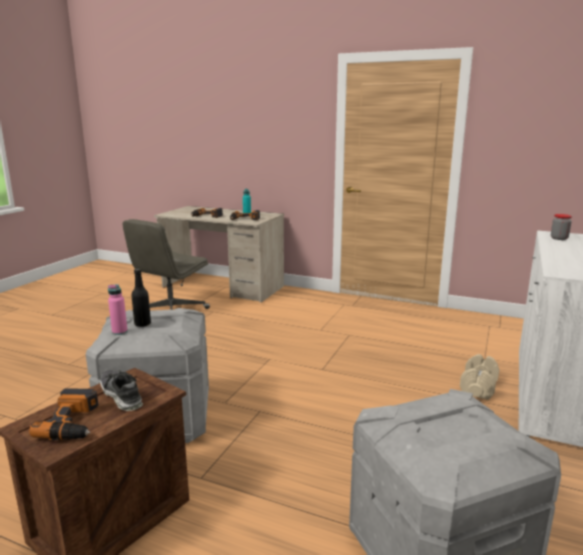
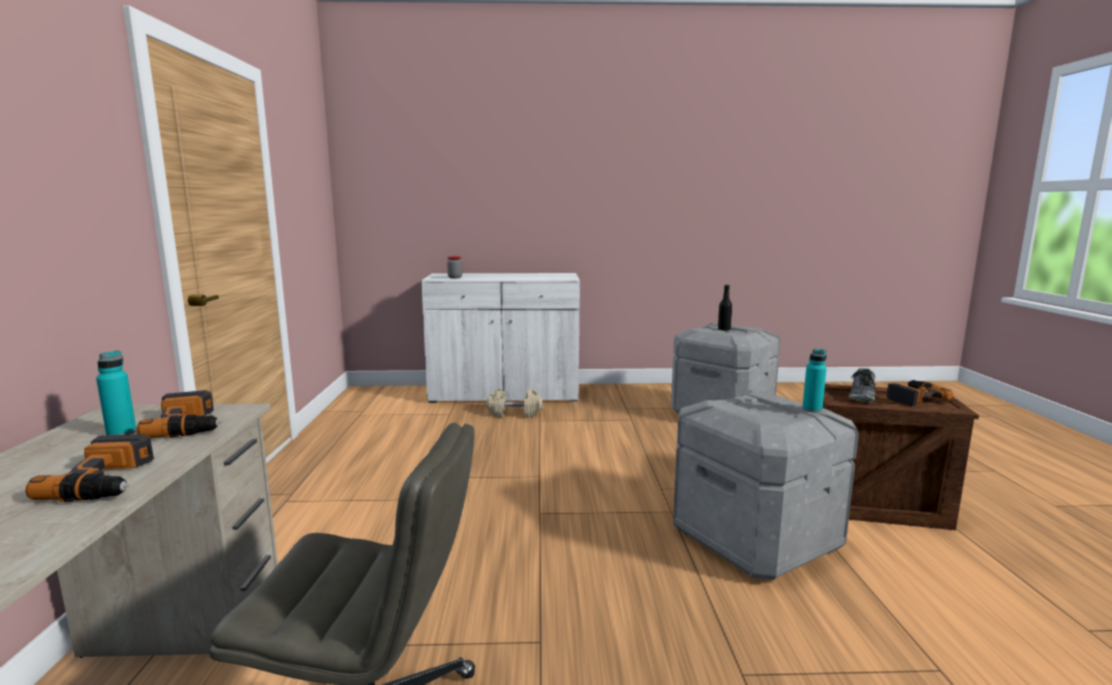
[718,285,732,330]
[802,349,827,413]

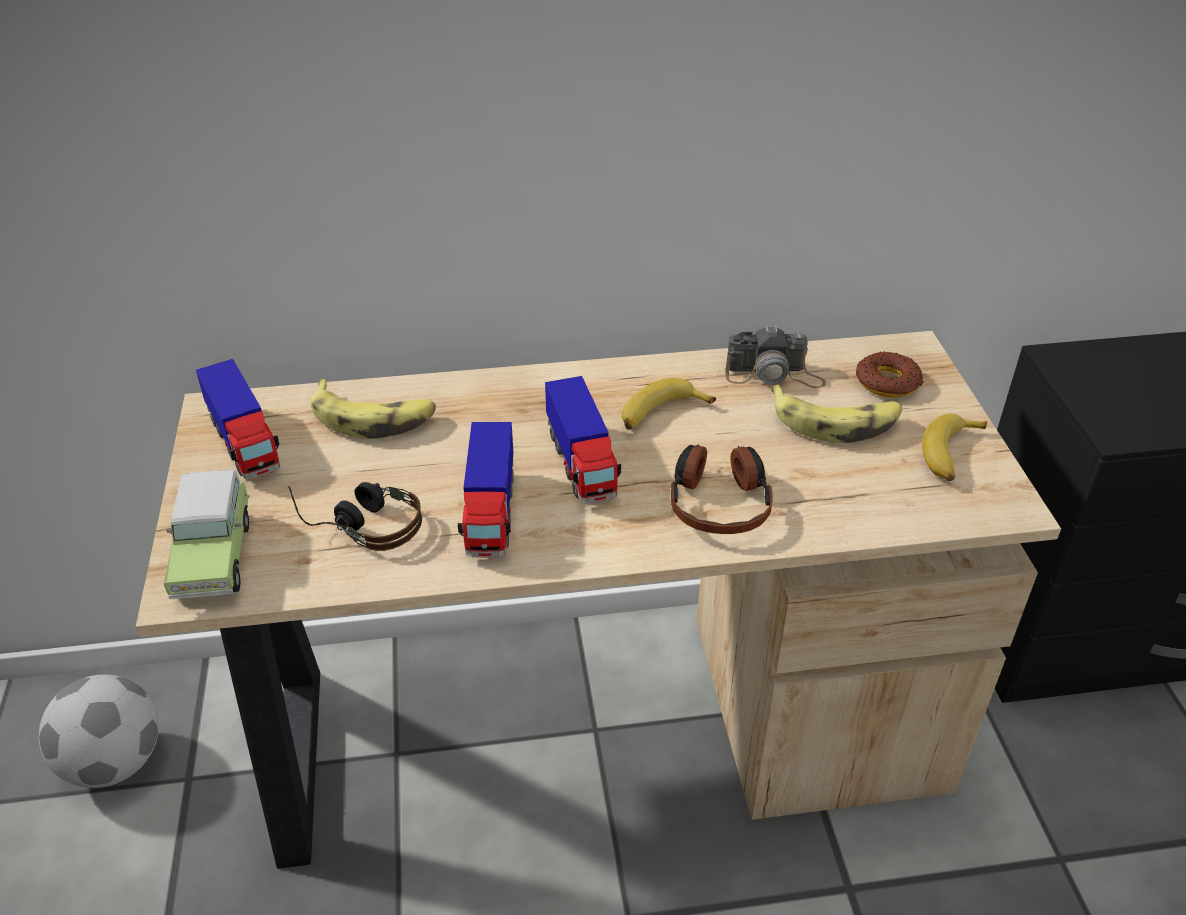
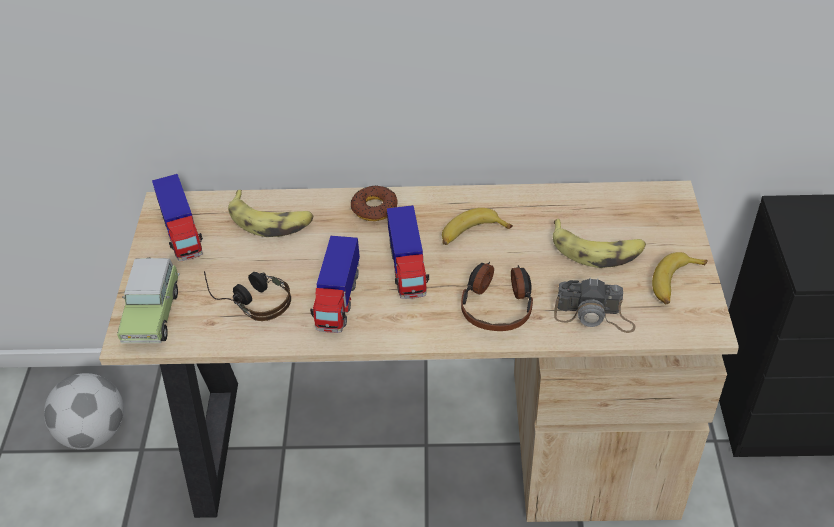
[351,185,398,221]
[554,278,636,333]

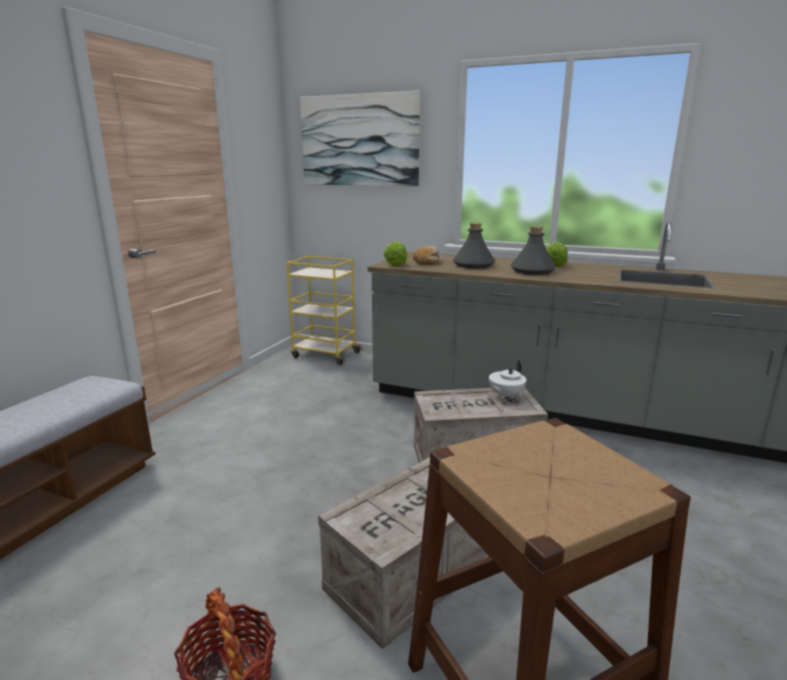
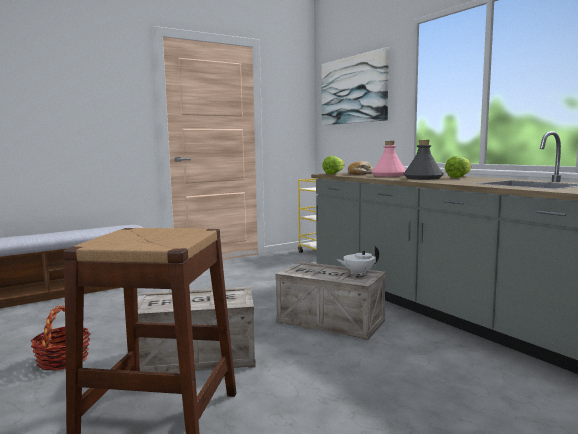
[372,141,406,177]

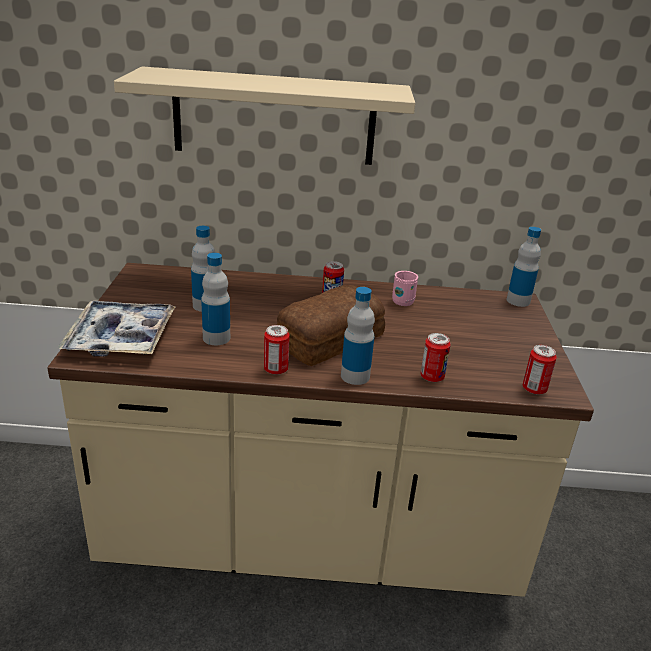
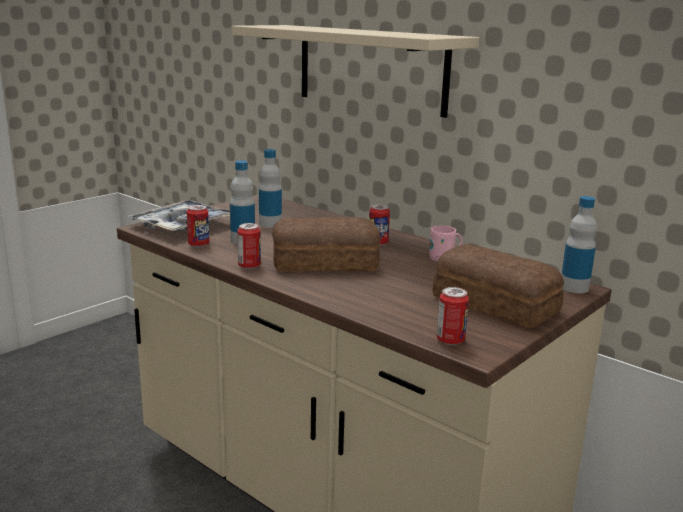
[187,205,209,247]
[433,244,564,328]
[341,287,375,385] (first image)

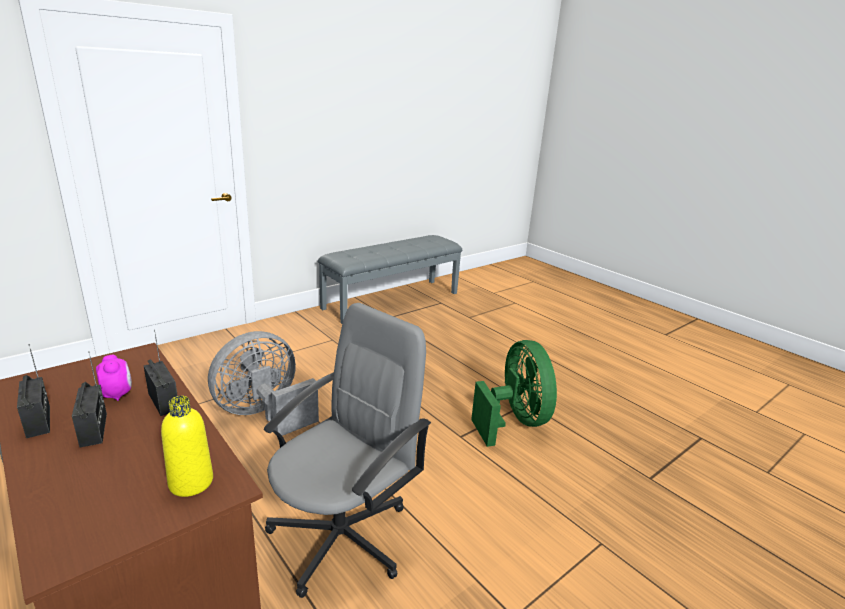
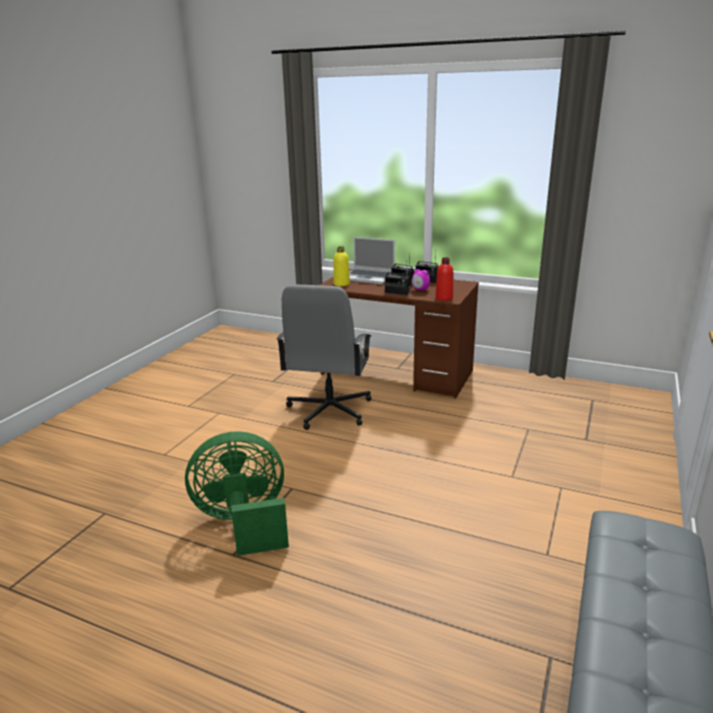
[185,431,289,556]
[349,237,395,285]
[435,257,453,301]
[208,331,319,436] (first image)

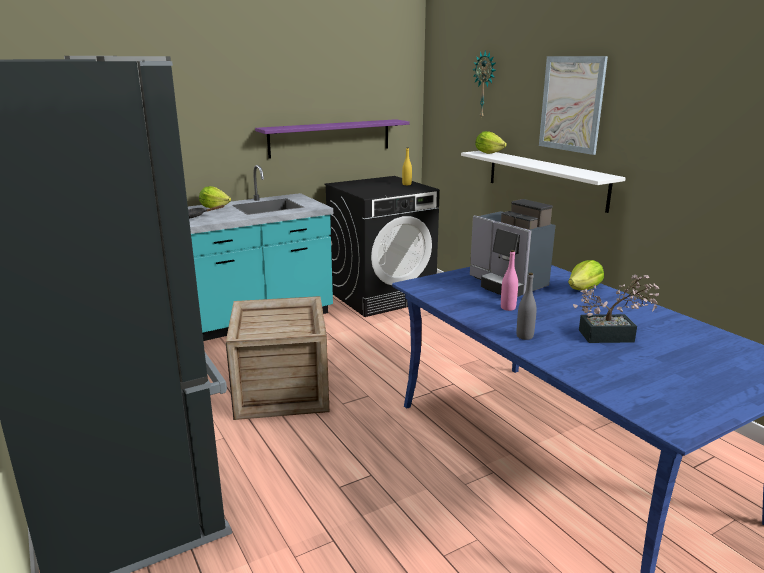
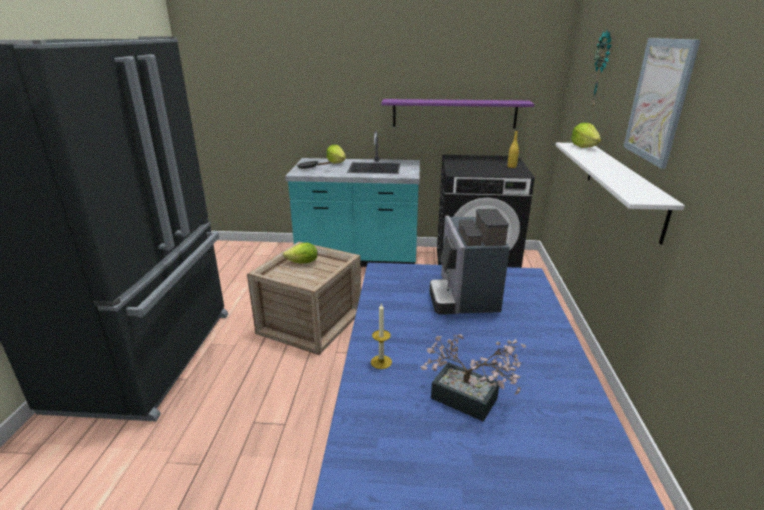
[283,243,318,264]
[371,304,392,369]
[501,250,518,311] (first image)

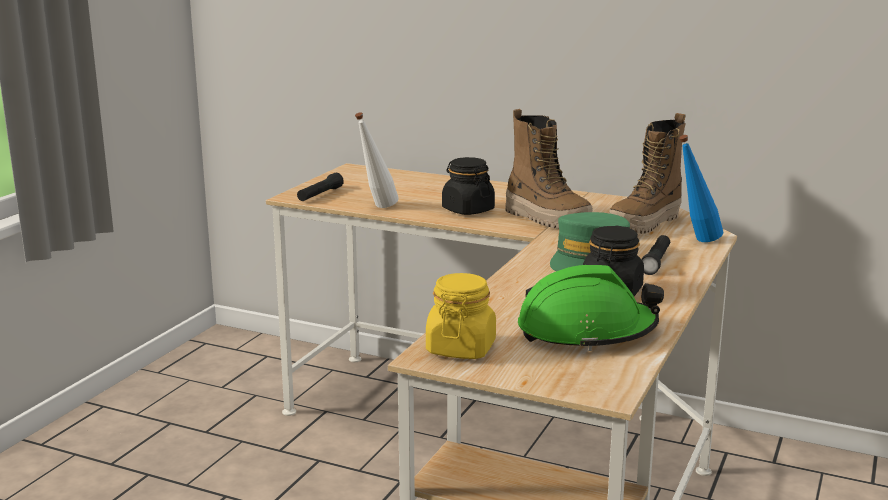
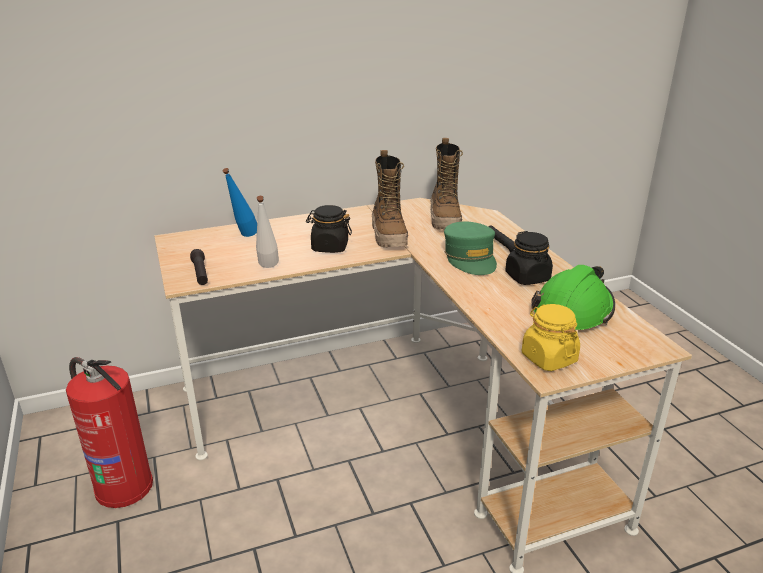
[66,357,153,508]
[223,168,257,237]
[372,150,408,247]

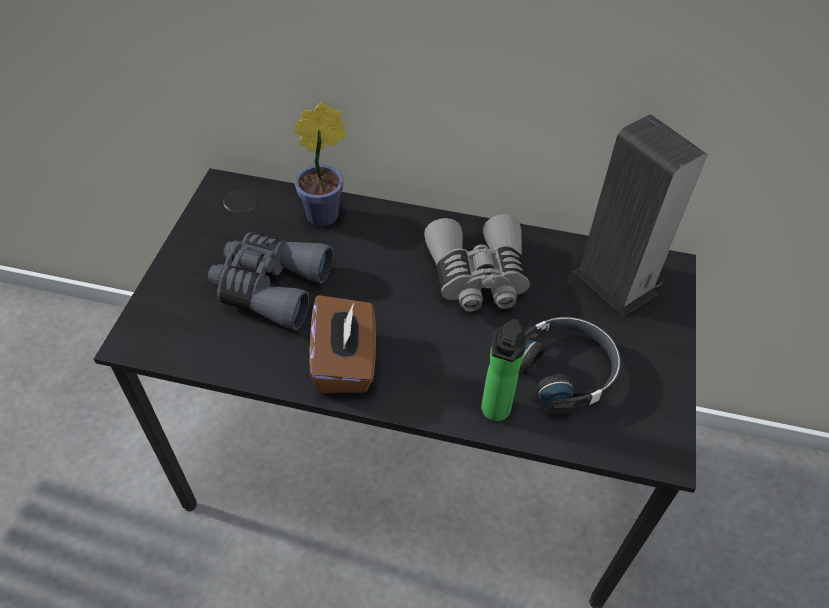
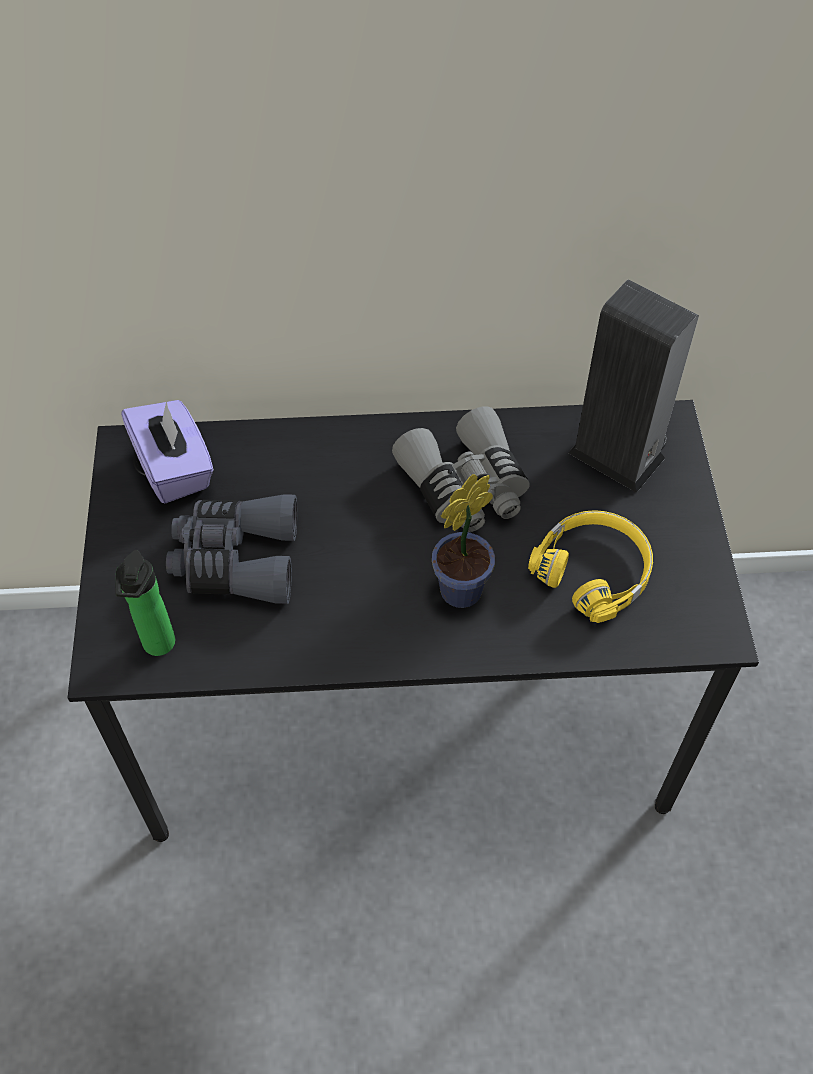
[115,550,175,656]
[121,400,214,503]
[432,474,495,608]
[528,510,653,623]
[309,295,376,393] (first image)

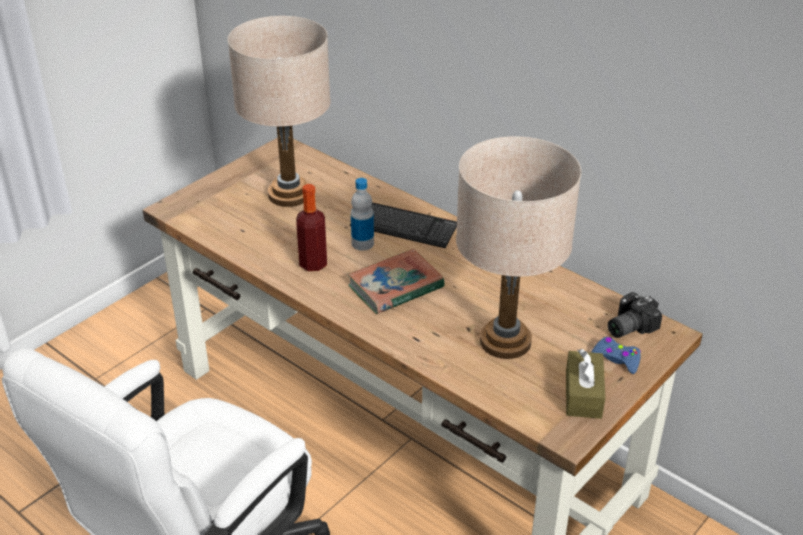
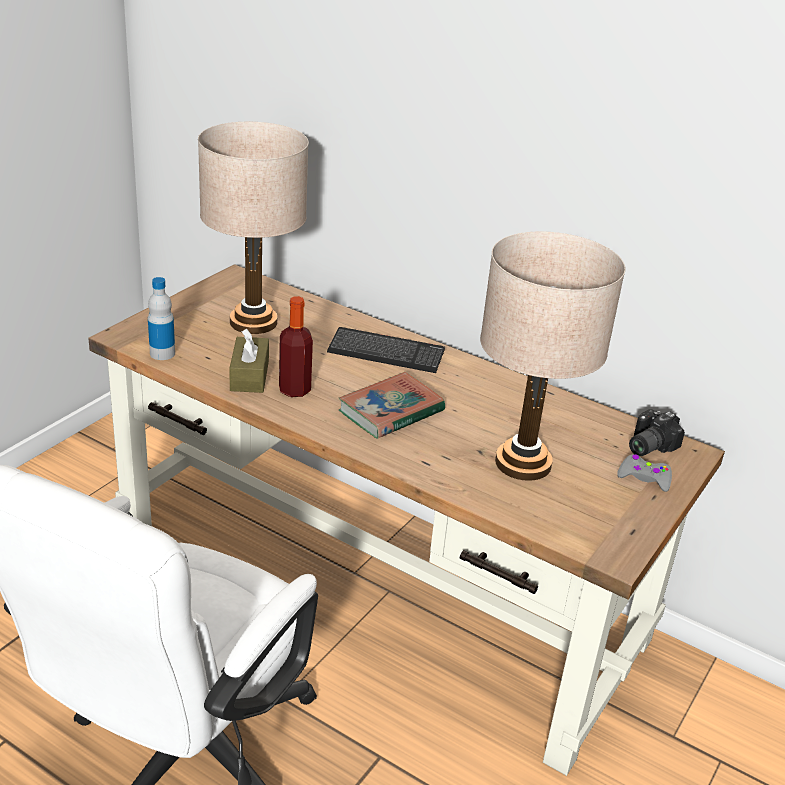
[148,277,175,360]
[229,329,269,393]
[617,454,672,492]

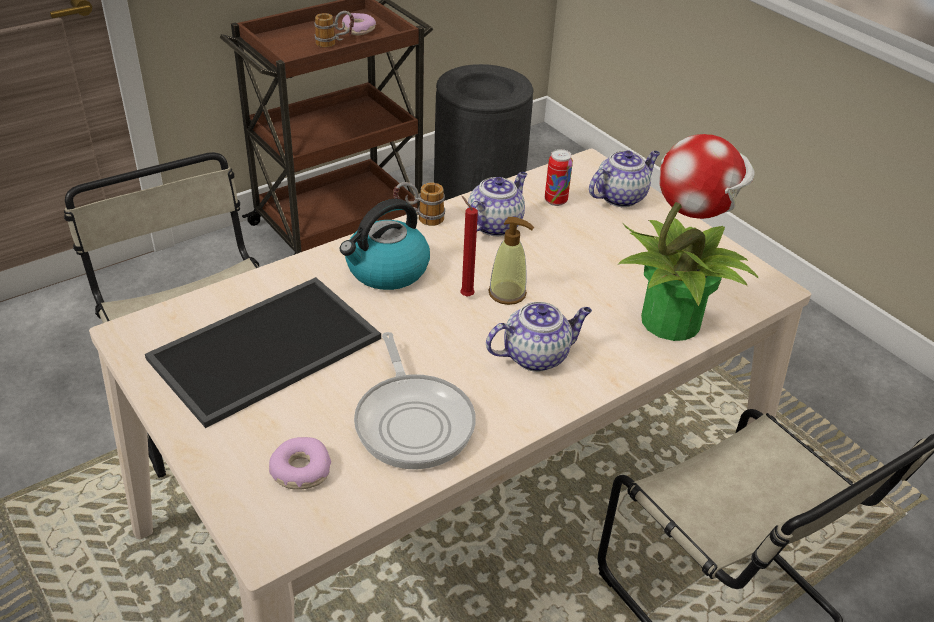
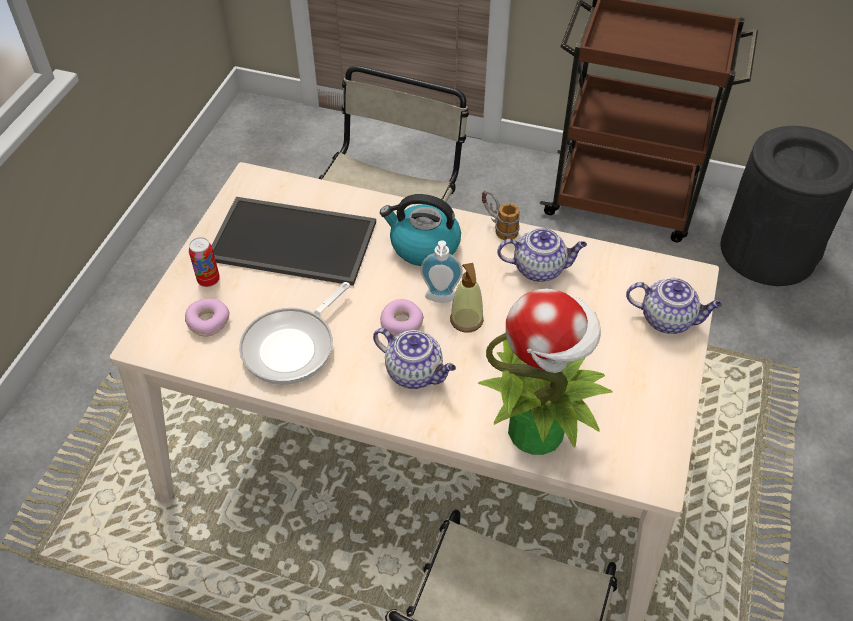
[189,237,220,287]
[380,299,424,336]
[420,240,463,303]
[314,11,354,47] (first image)

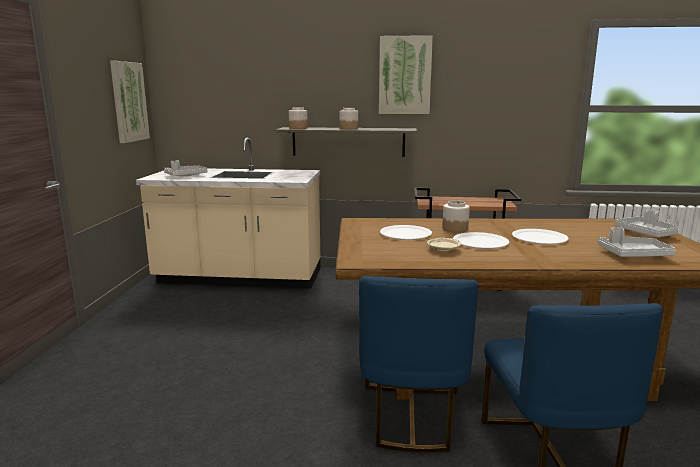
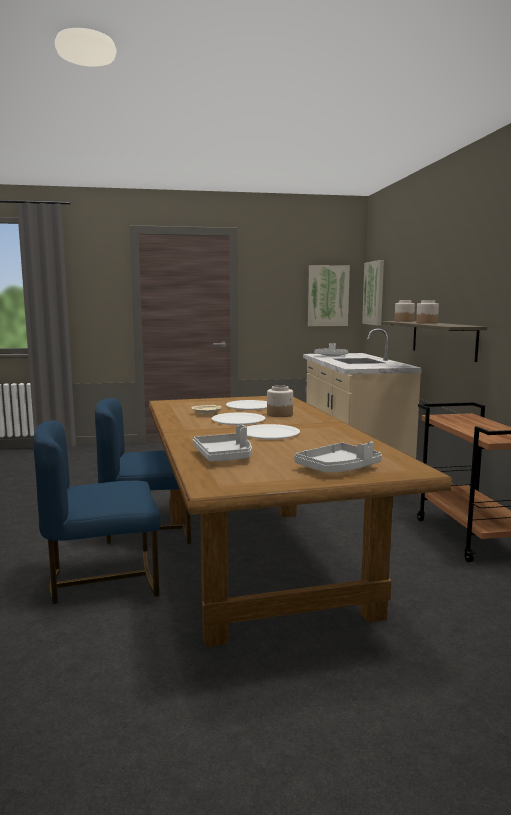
[362,260,384,325]

